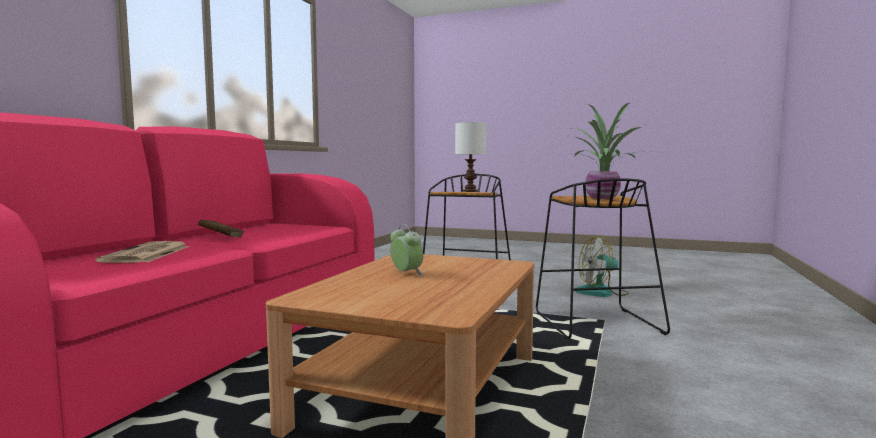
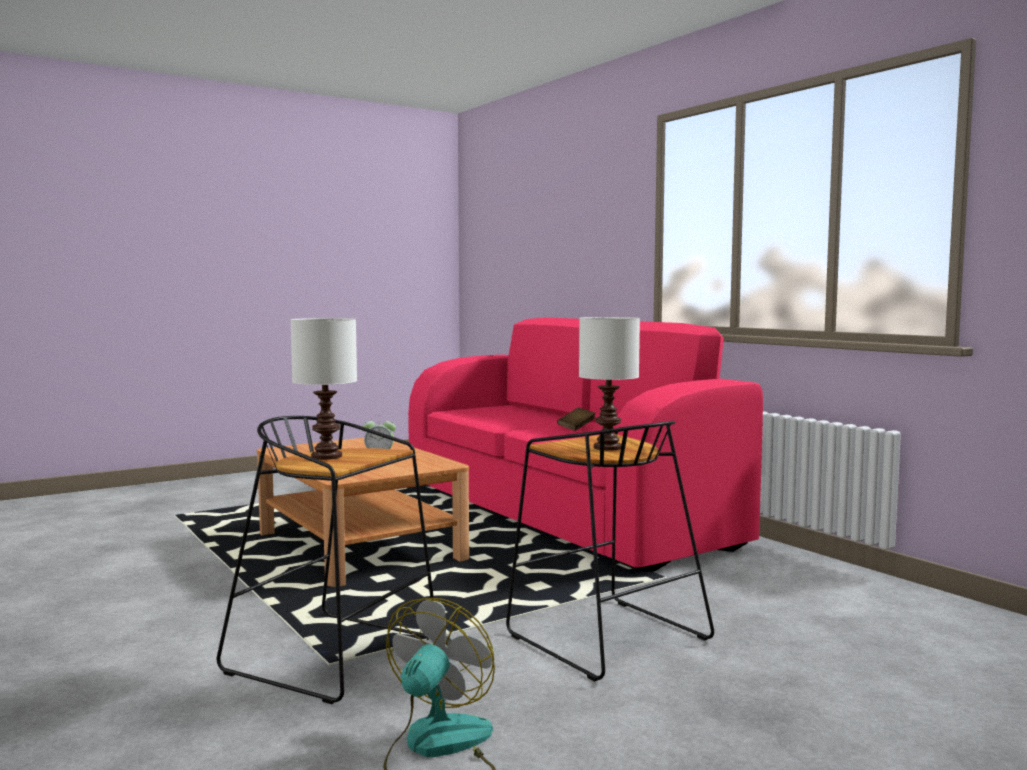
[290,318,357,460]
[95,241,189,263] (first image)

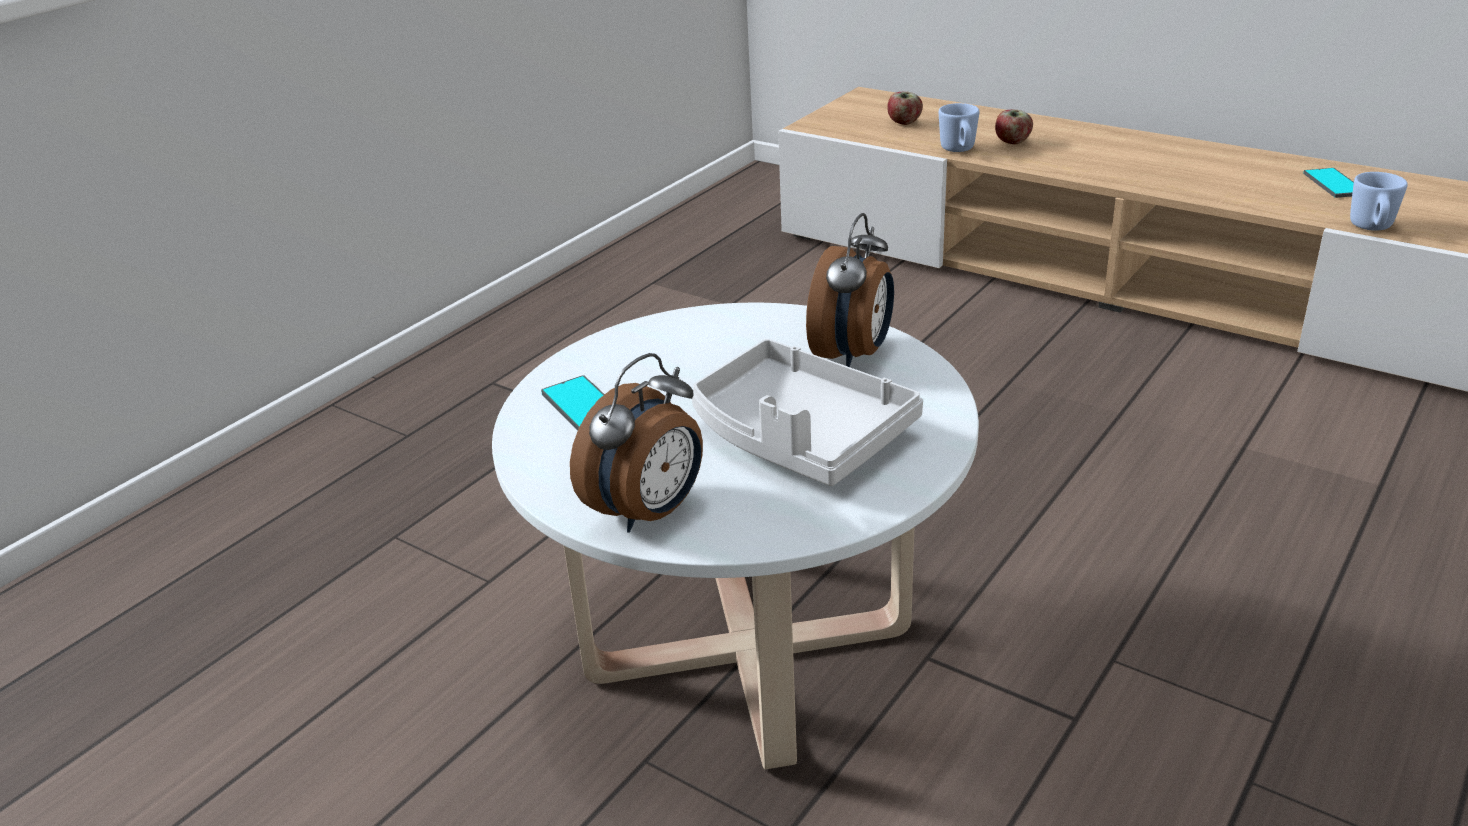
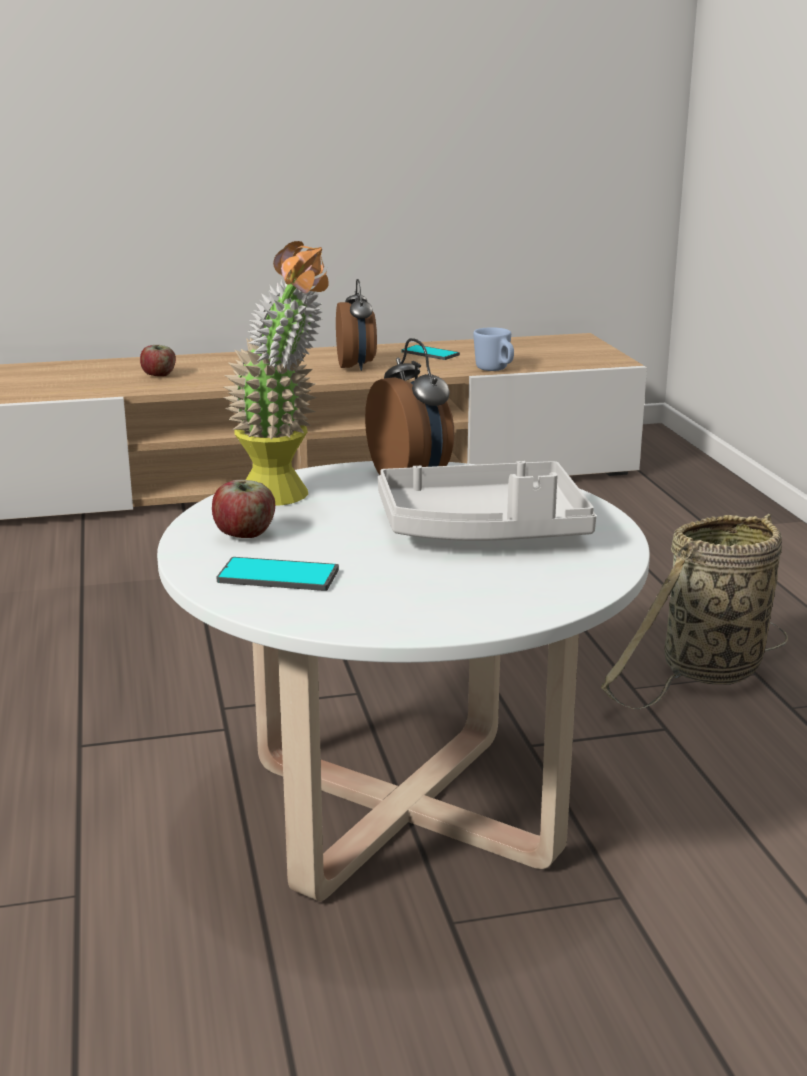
[212,480,275,538]
[223,241,328,506]
[336,279,377,371]
[601,514,788,709]
[939,103,979,152] (first image)

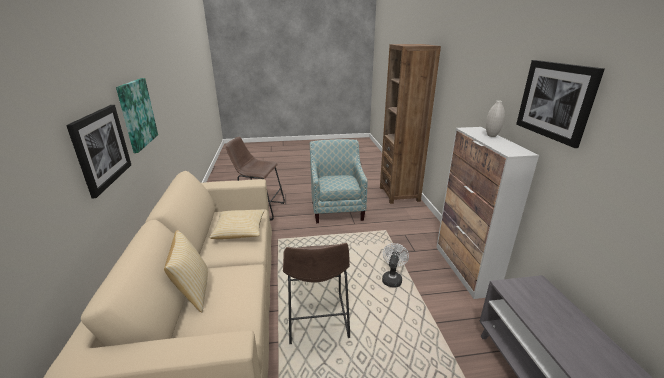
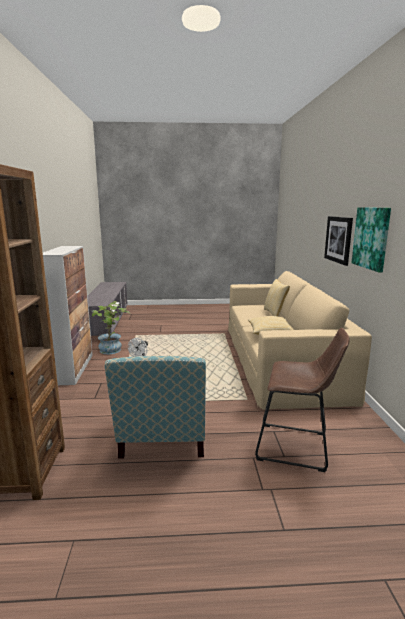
[92,301,130,354]
[283,243,350,344] (first image)
[486,100,505,137] (first image)
[516,60,605,148] (first image)

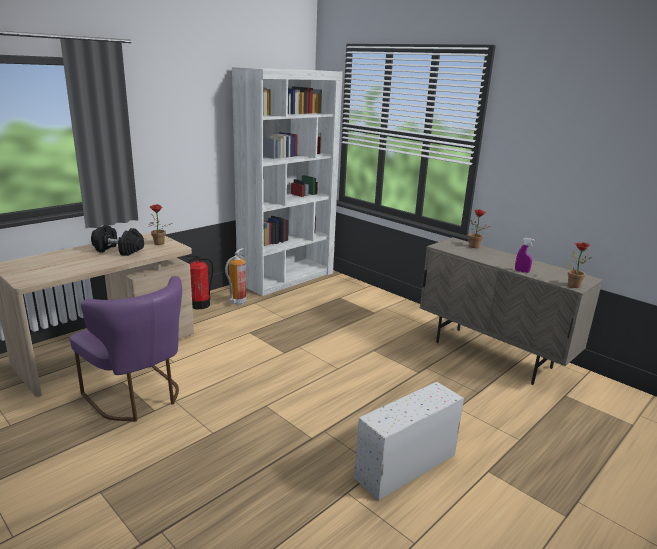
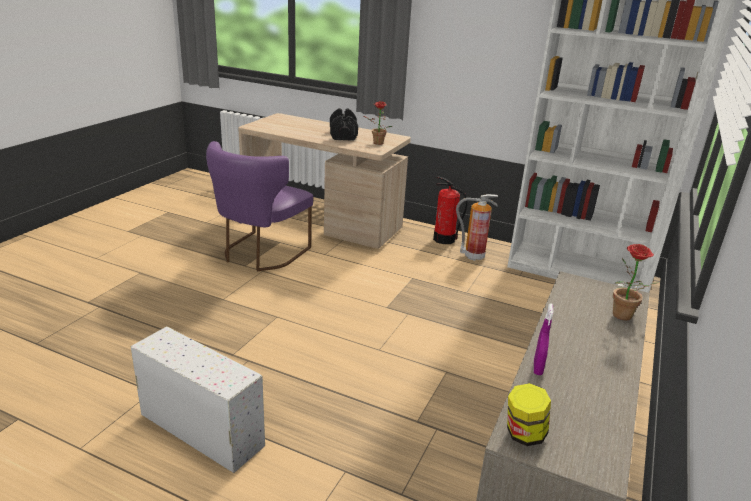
[507,383,551,446]

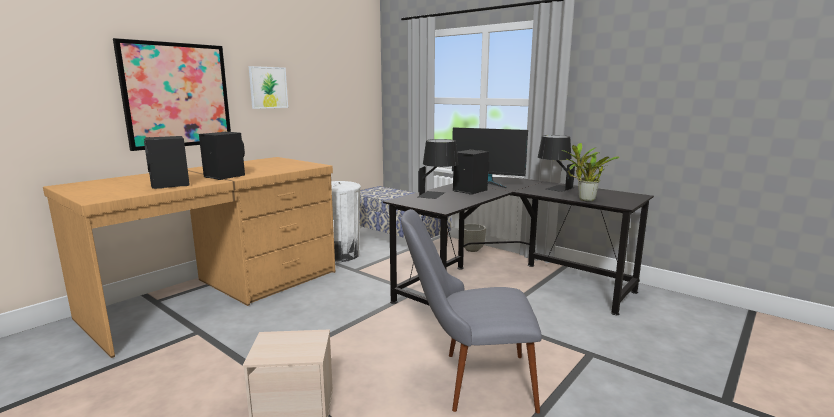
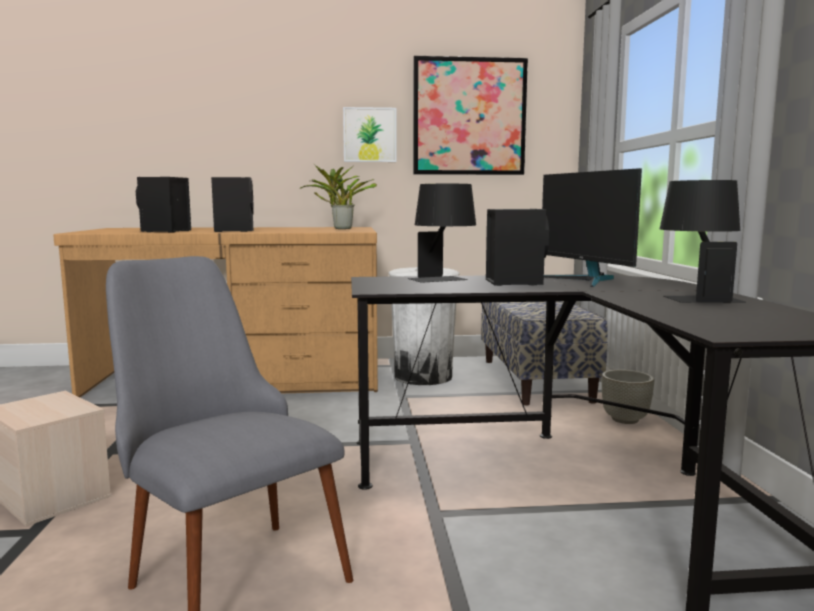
[300,163,377,229]
[413,56,528,175]

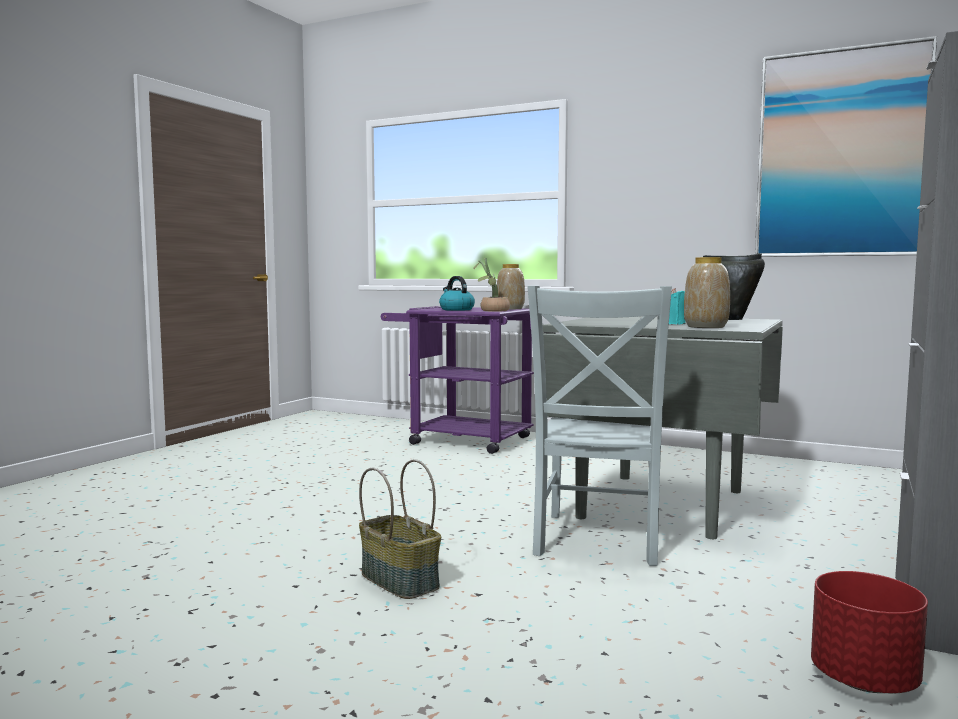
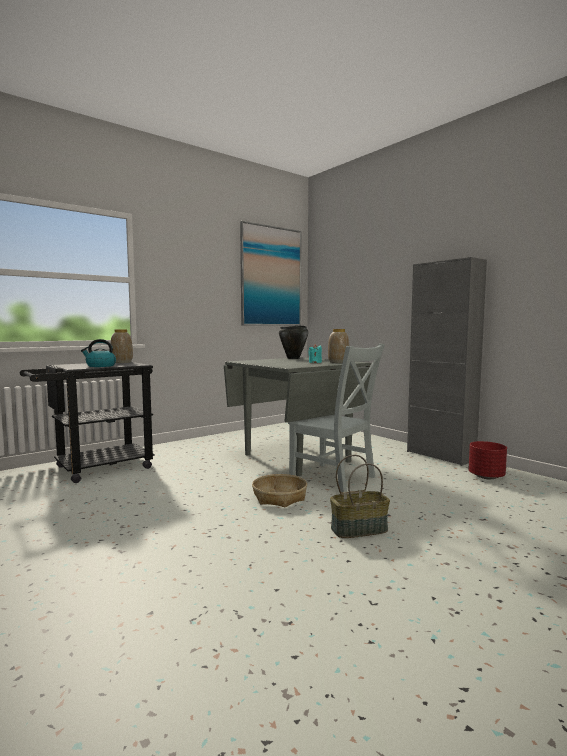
[20,362,155,483]
[252,474,307,507]
[474,258,510,311] (first image)

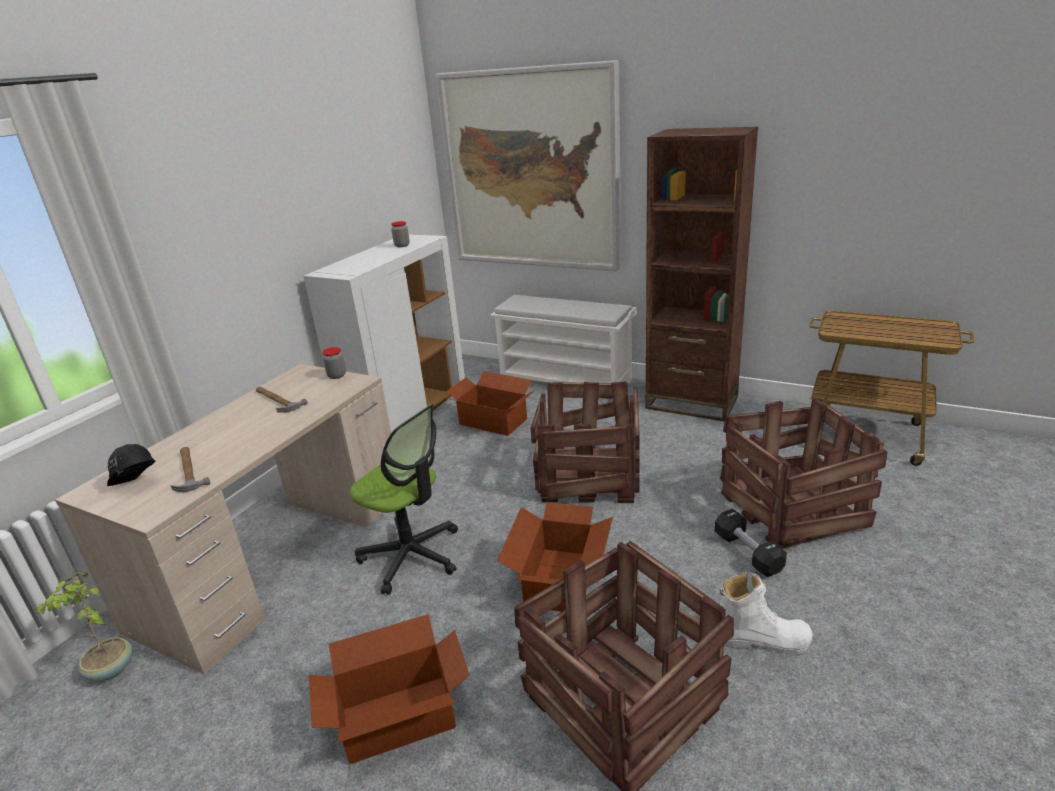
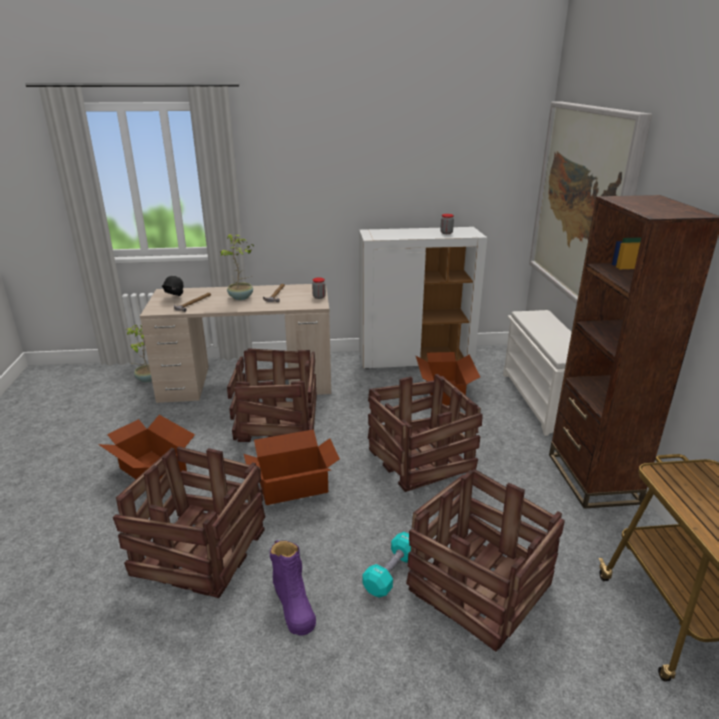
[220,234,254,300]
[227,348,317,442]
[270,540,316,636]
[363,532,411,598]

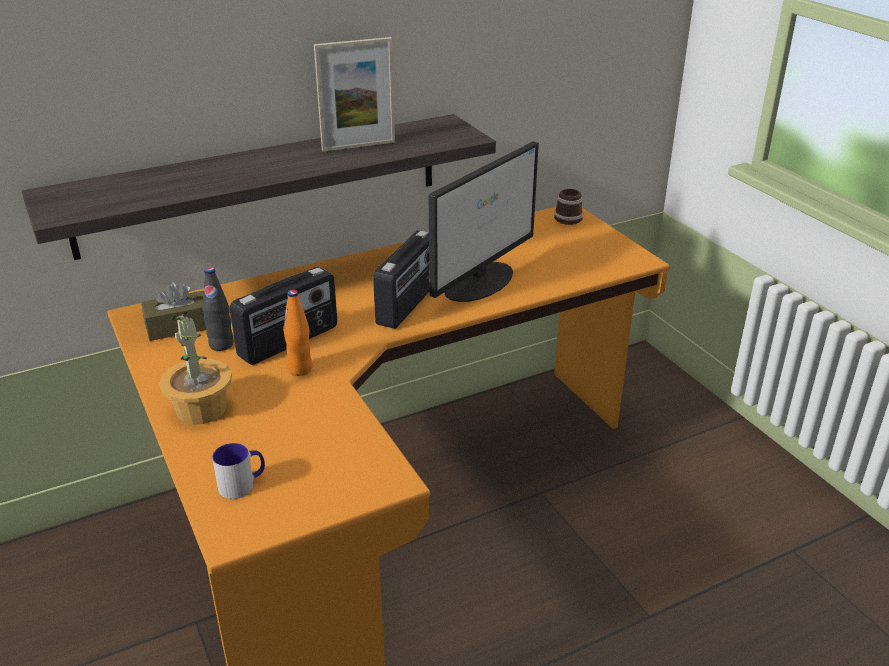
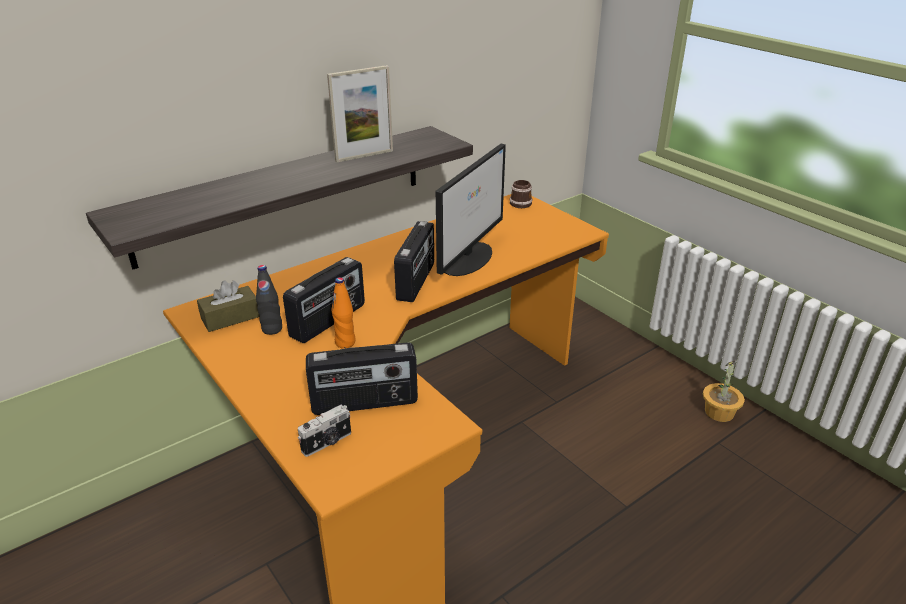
[298,405,351,457]
[306,342,418,415]
[703,360,745,422]

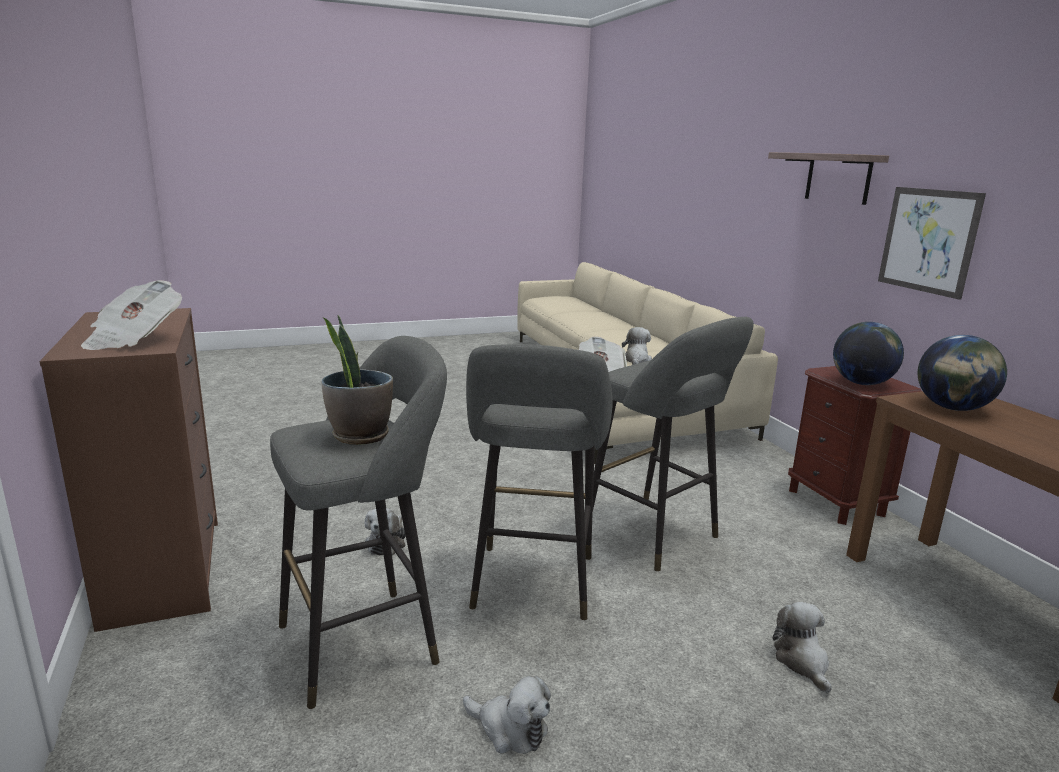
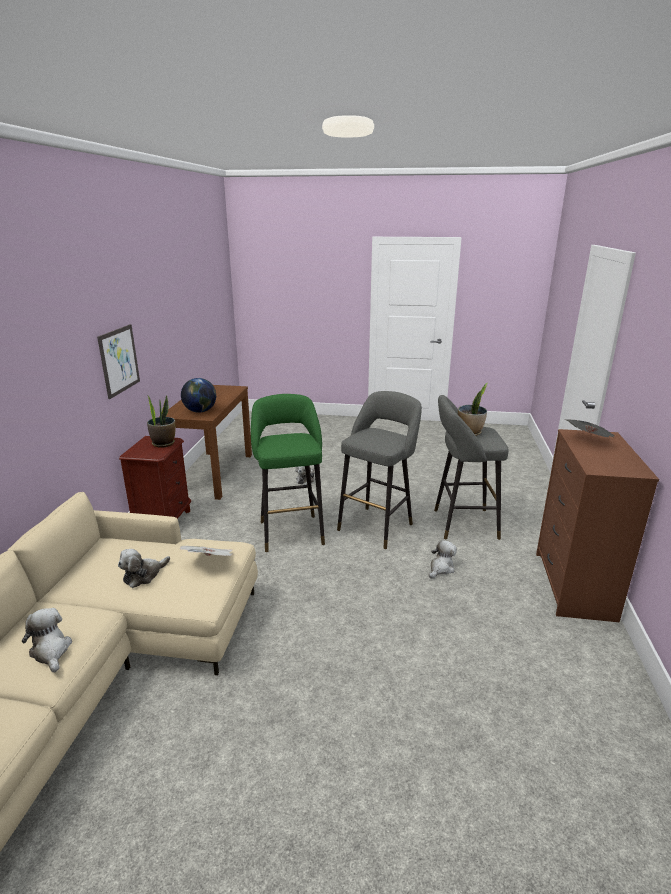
[22,608,72,672]
[147,395,175,448]
[251,394,325,552]
[768,152,889,205] (first image)

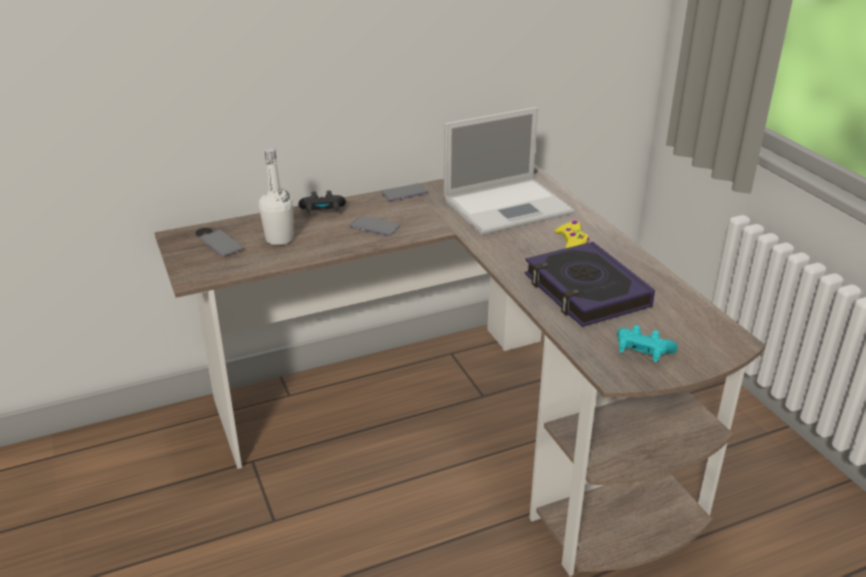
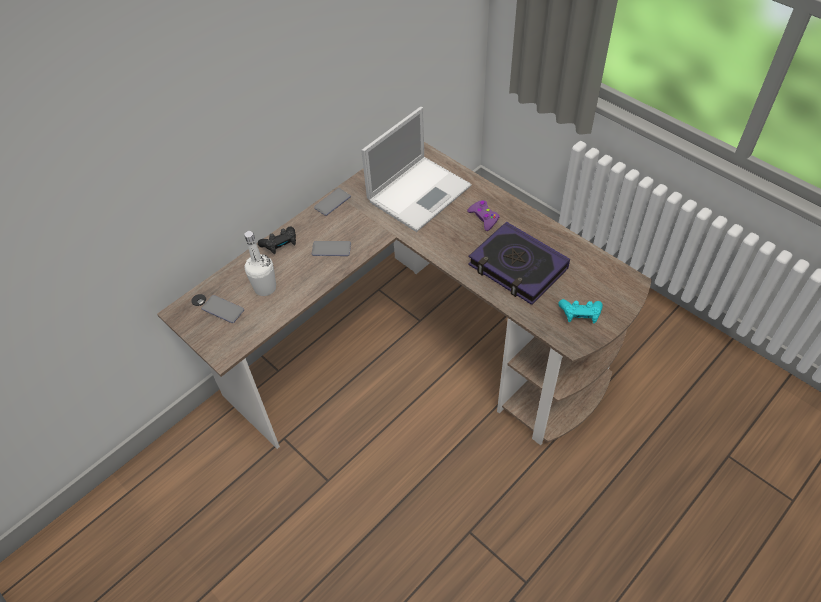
[467,200,499,231]

